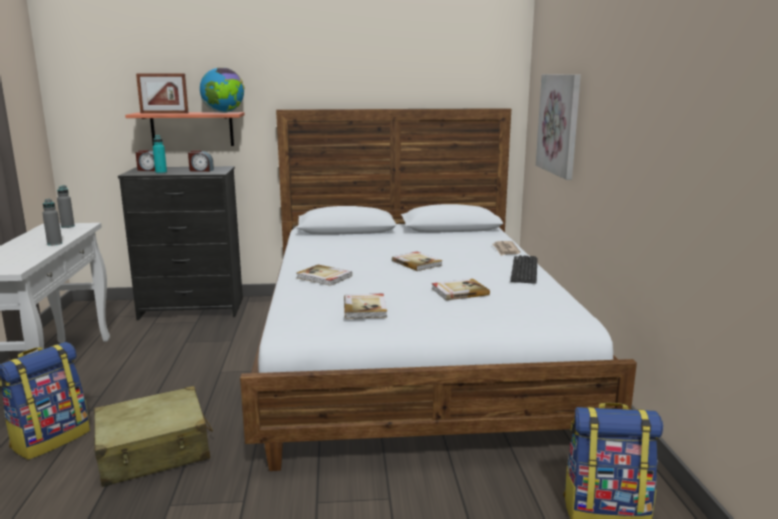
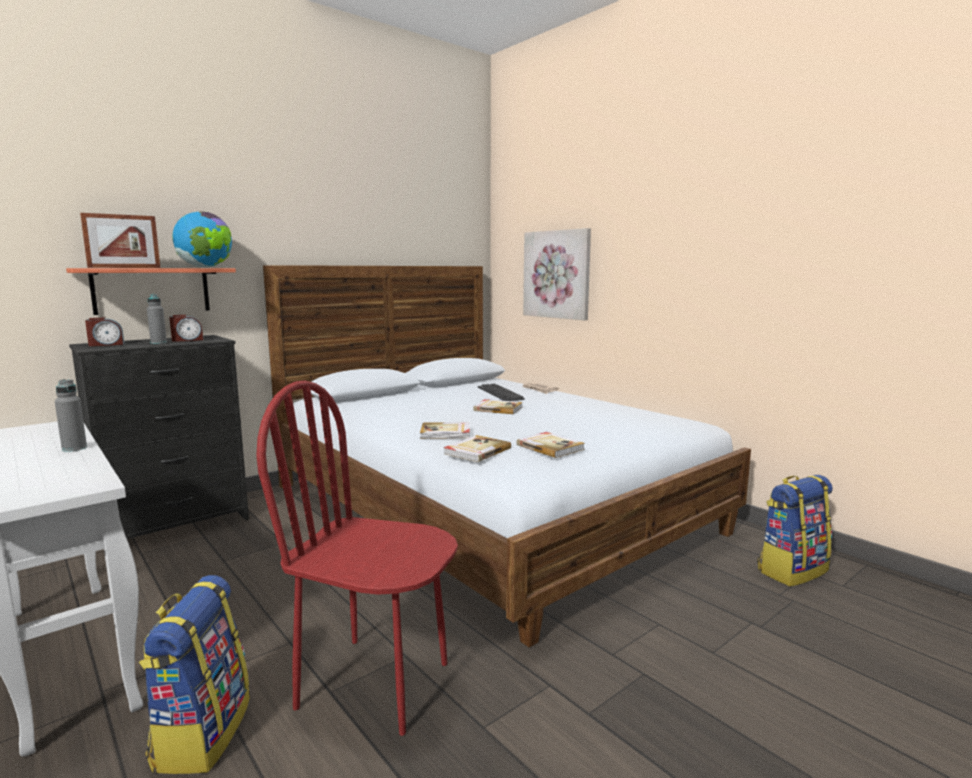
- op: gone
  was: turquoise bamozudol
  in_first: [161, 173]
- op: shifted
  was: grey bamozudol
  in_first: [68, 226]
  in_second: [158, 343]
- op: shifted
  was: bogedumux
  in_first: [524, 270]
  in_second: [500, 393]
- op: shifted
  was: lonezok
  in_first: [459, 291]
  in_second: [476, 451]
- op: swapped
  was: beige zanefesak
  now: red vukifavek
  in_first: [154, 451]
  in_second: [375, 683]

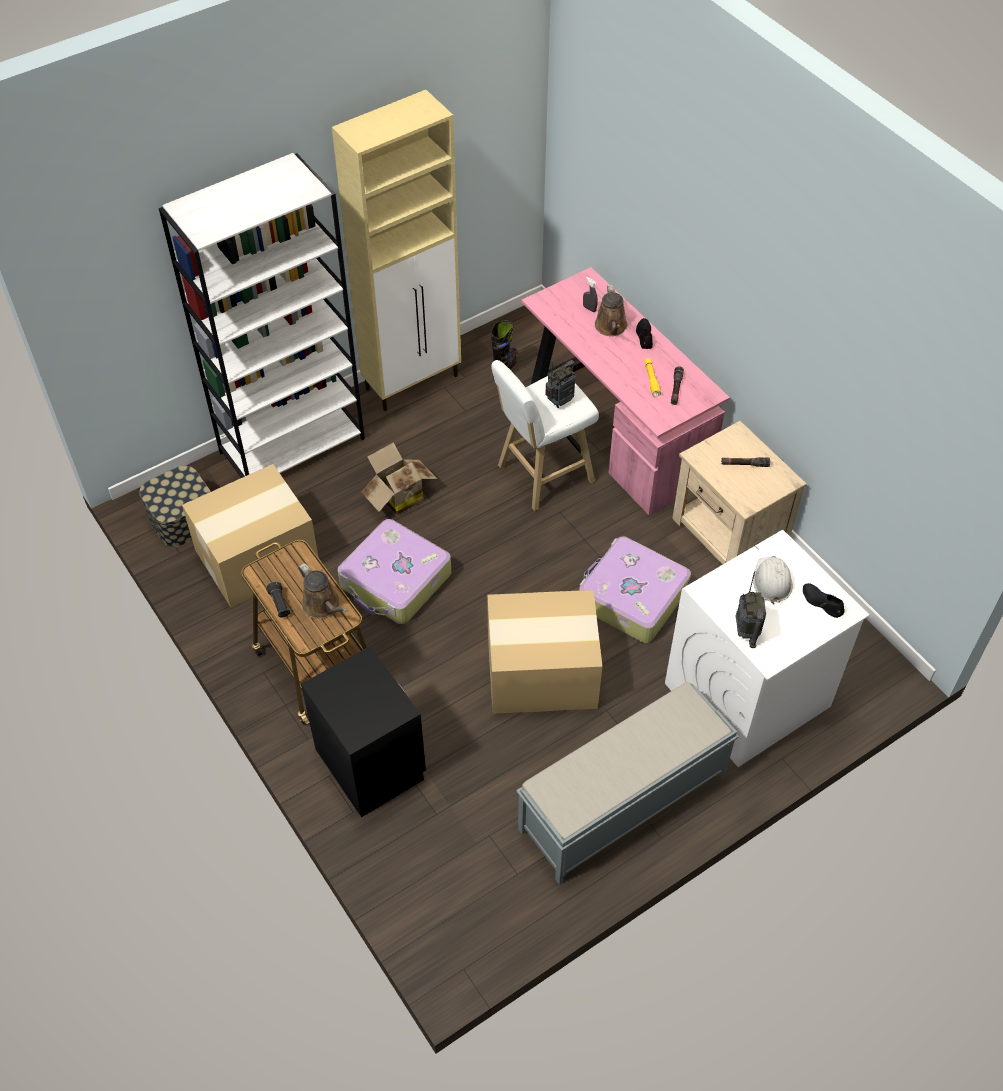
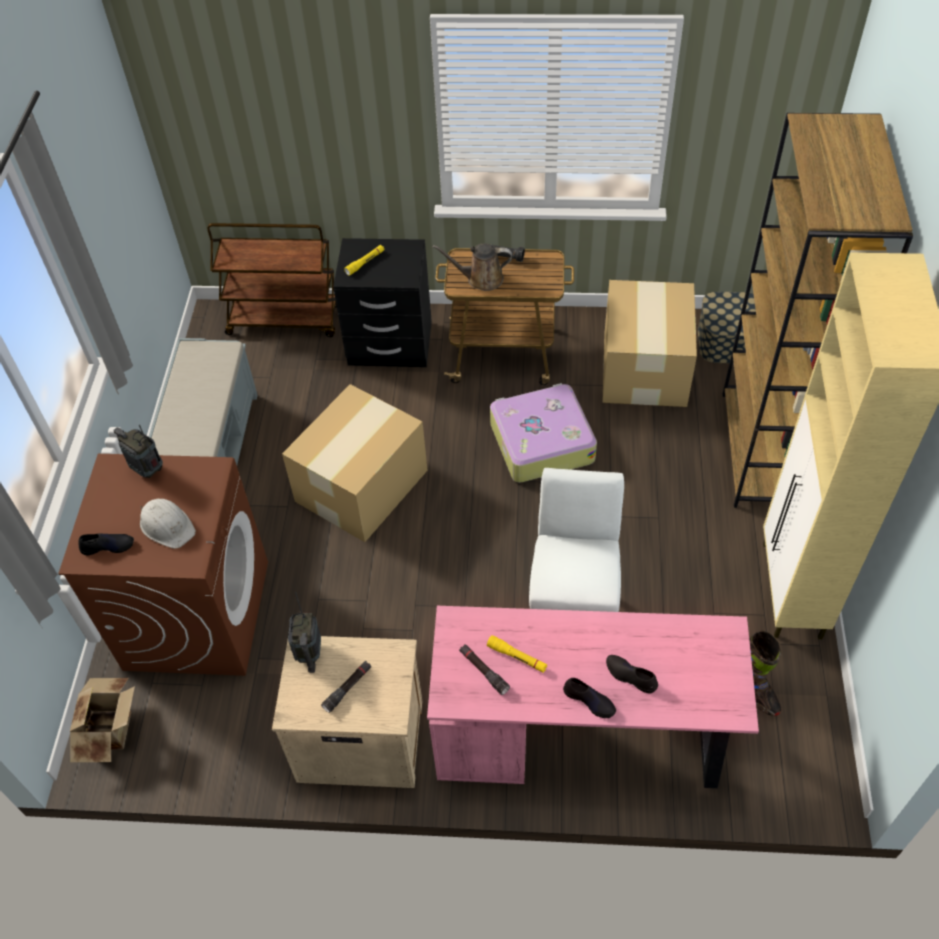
- op: repainted
  was: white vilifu
  now: brown vilifu
  in_first: [293, 445]
  in_second: [766, 450]
- op: gone
  was: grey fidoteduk
  in_first: [589, 308]
- op: swapped
  was: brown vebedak
  now: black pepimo
  in_first: [611, 327]
  in_second: [630, 676]
- op: shifted
  was: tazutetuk
  in_first: [560, 401]
  in_second: [309, 652]
- op: shifted
  was: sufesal
  in_first: [397, 497]
  in_second: [113, 729]
- op: repainted
  was: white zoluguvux
  now: brown zoluguvux
  in_first: [746, 696]
  in_second: [197, 614]
- op: gone
  was: zanefesak
  in_first: [631, 598]
- op: new
  now: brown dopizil
  in_second: [285, 319]
- op: new
  now: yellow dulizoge
  in_second: [365, 263]

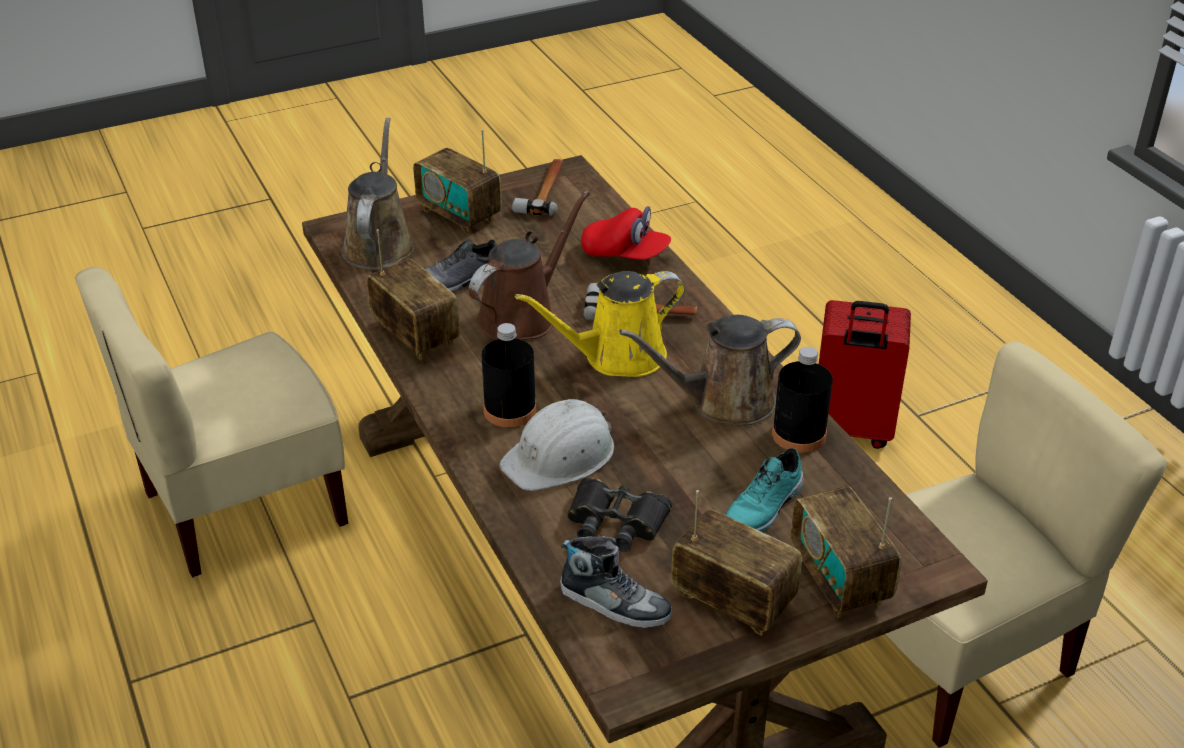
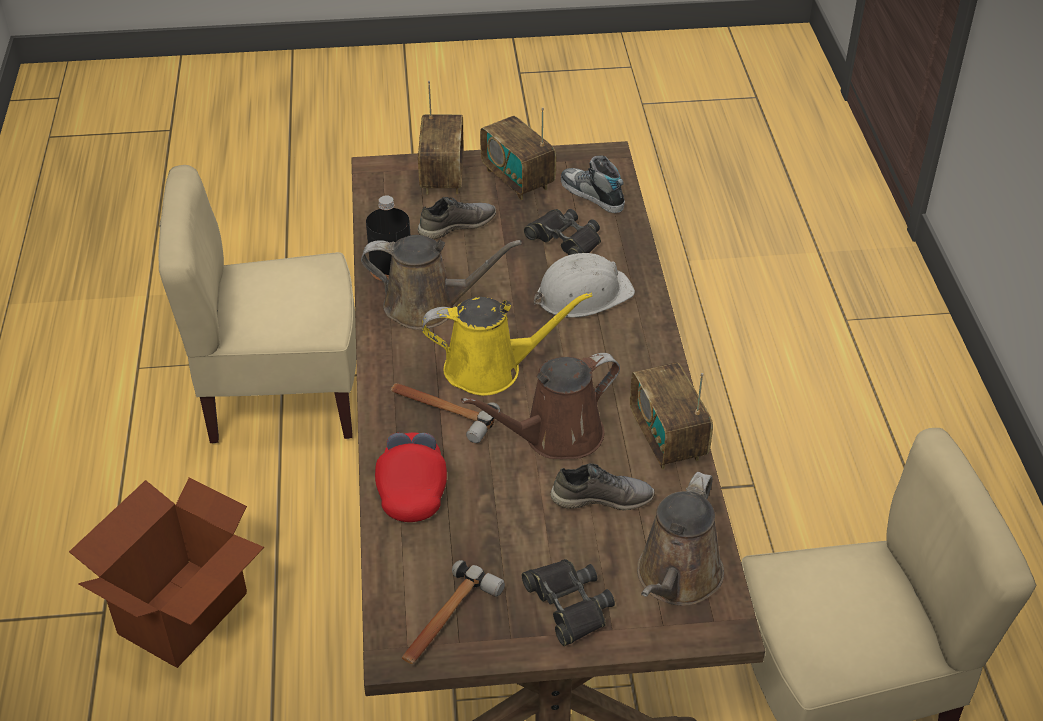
- op: swapped
  was: tazutetuk
  now: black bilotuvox
  in_first: [459, 215]
  in_second: [568, 605]
- op: rotated
  was: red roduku
  in_first: [625, 254]
  in_second: [412, 488]
  clockwise: 45
- op: swapped
  was: red zanefesak
  now: sufesal
  in_first: [850, 430]
  in_second: [185, 614]
- op: gone
  was: black bamozudol
  in_first: [510, 410]
- op: repainted
  was: turquoise pepimo
  now: grey pepimo
  in_first: [765, 508]
  in_second: [456, 225]

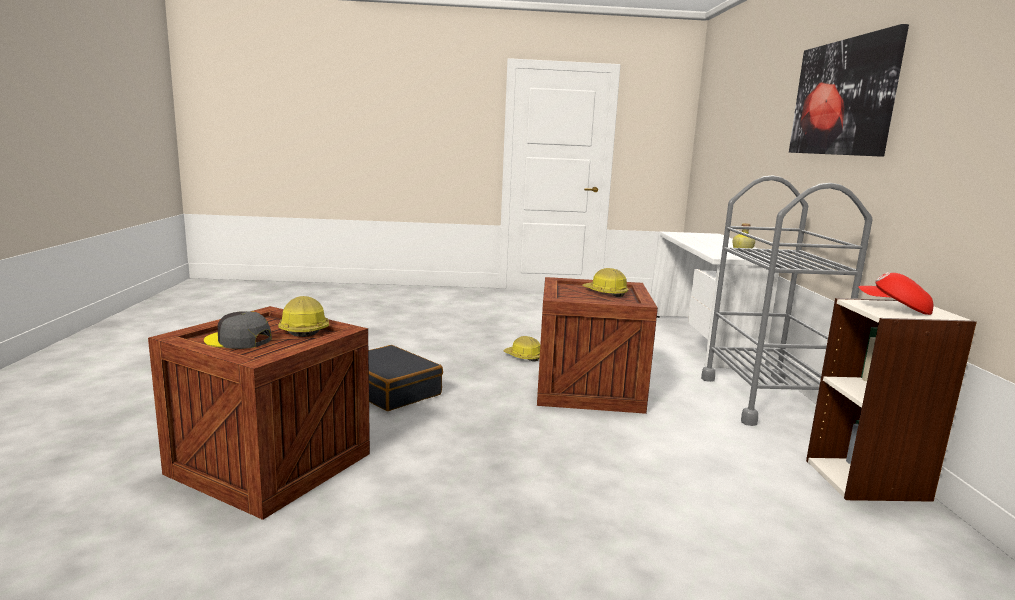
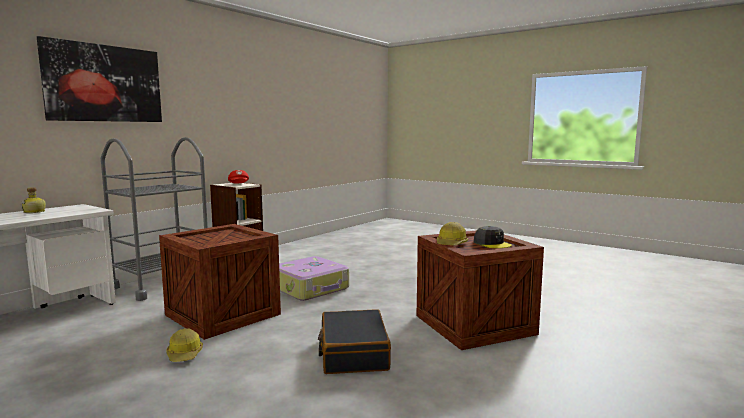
- op: gone
  was: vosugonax
  in_first: [605, 293]
- op: new
  now: zanefesak
  in_second: [311, 288]

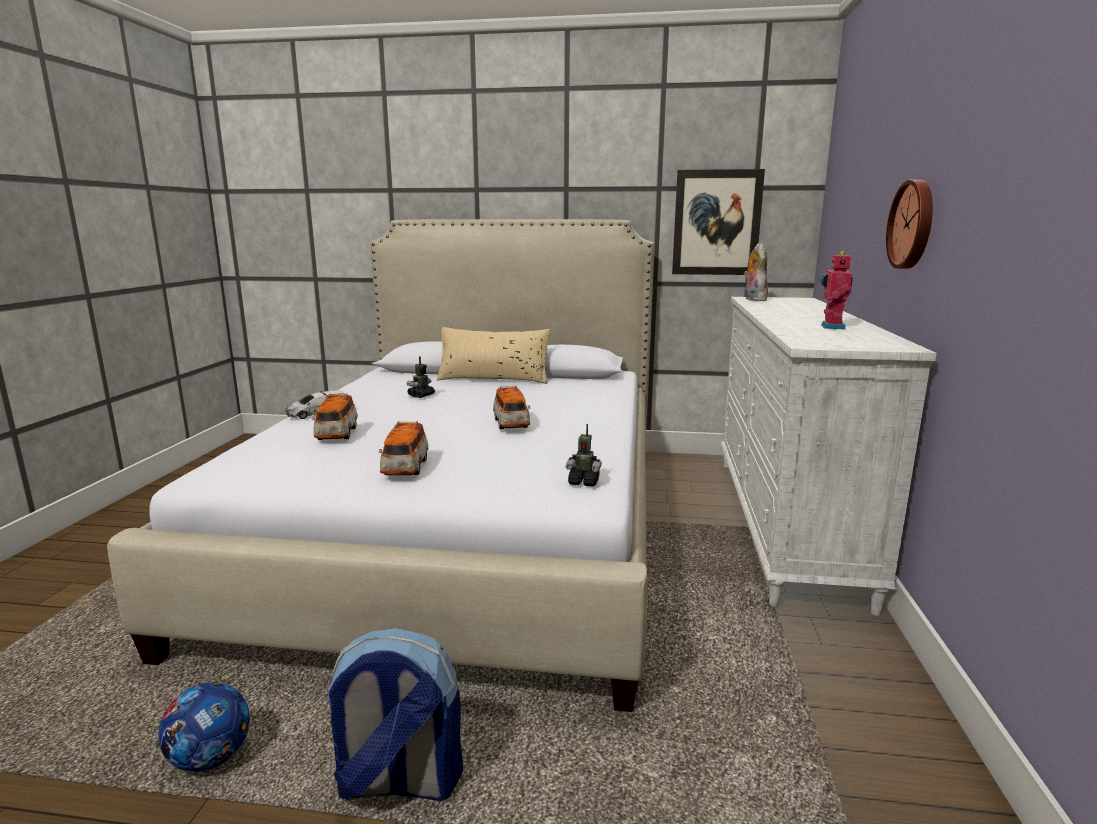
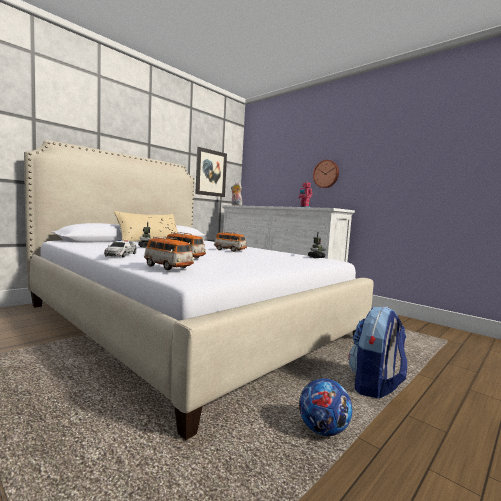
- op: shifted
  was: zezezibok
  in_first: [405, 468]
  in_second: [168, 267]

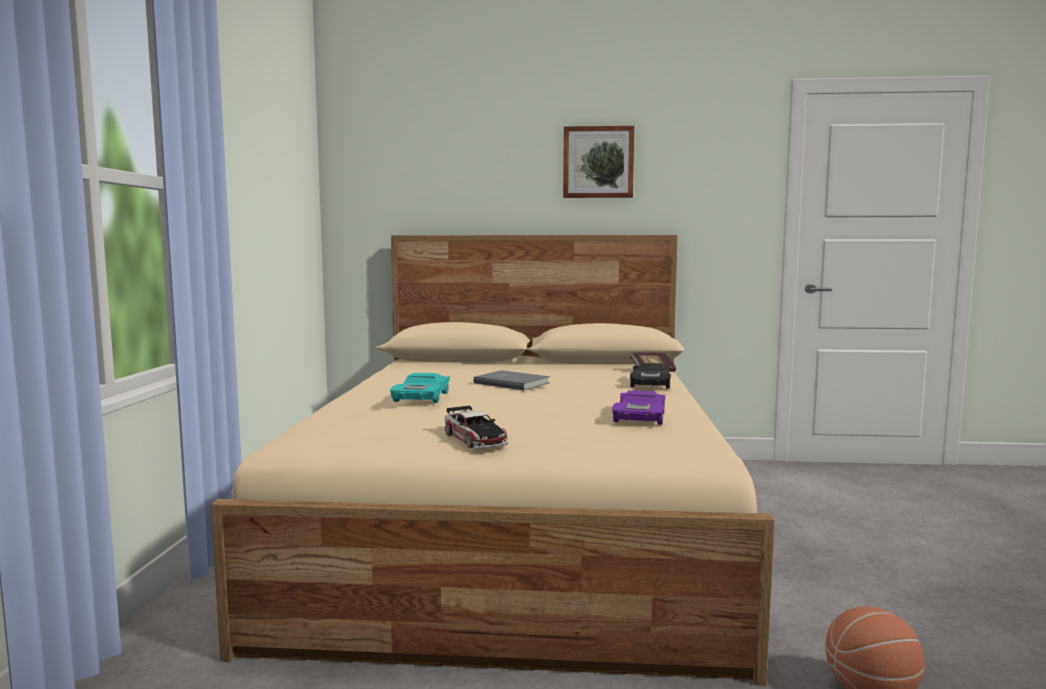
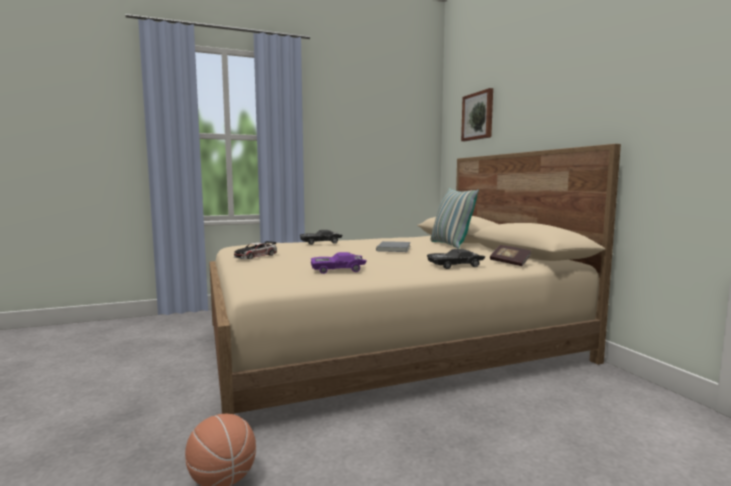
- op: shifted
  was: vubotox
  in_first: [598, 162]
  in_second: [478, 116]
- op: repainted
  was: turquoise zezezibok
  now: black zezezibok
  in_first: [422, 397]
  in_second: [320, 242]
- op: new
  now: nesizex
  in_second: [450, 245]

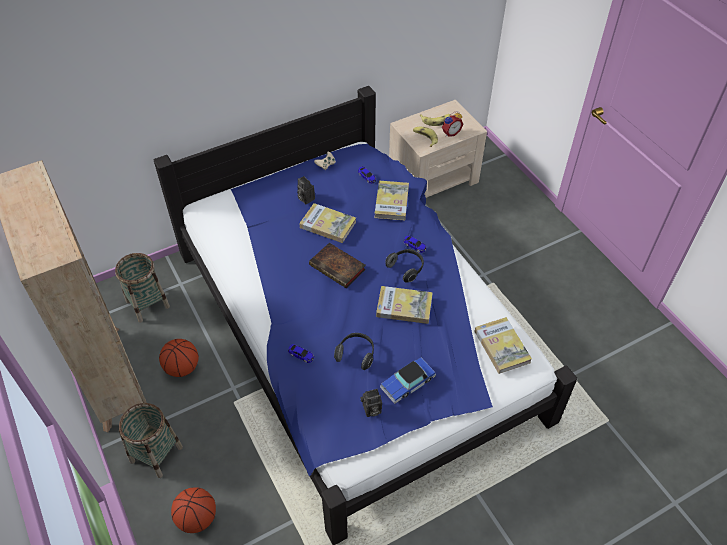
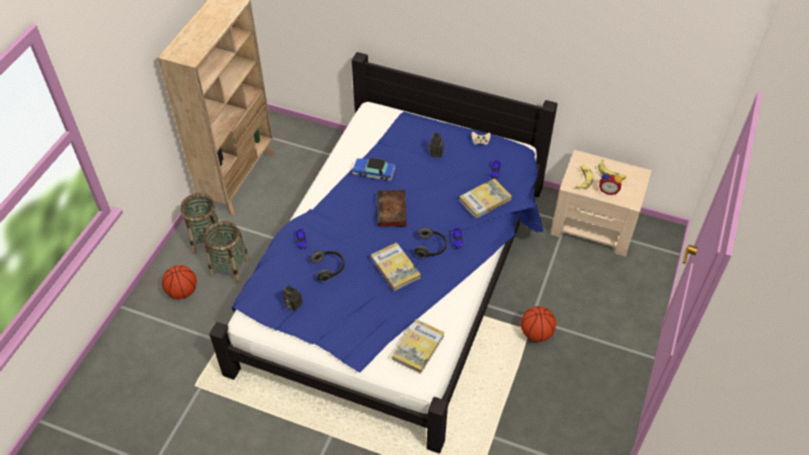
- op: gone
  was: lonezok
  in_first: [328, 225]
- op: shifted
  was: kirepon
  in_first: [147, 304]
  in_second: [230, 268]
- op: shifted
  was: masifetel
  in_first: [182, 368]
  in_second: [536, 333]
- op: shifted
  was: zezezibok
  in_first: [407, 383]
  in_second: [373, 172]

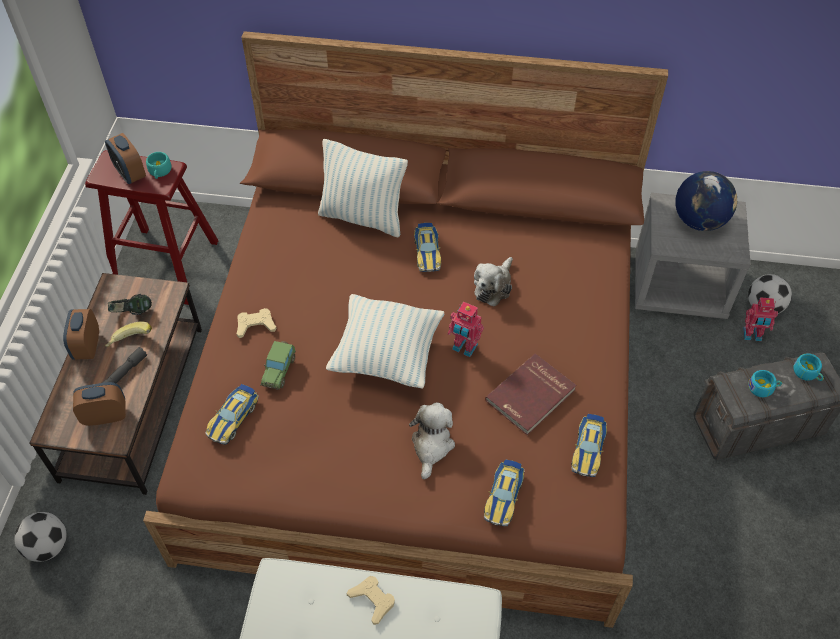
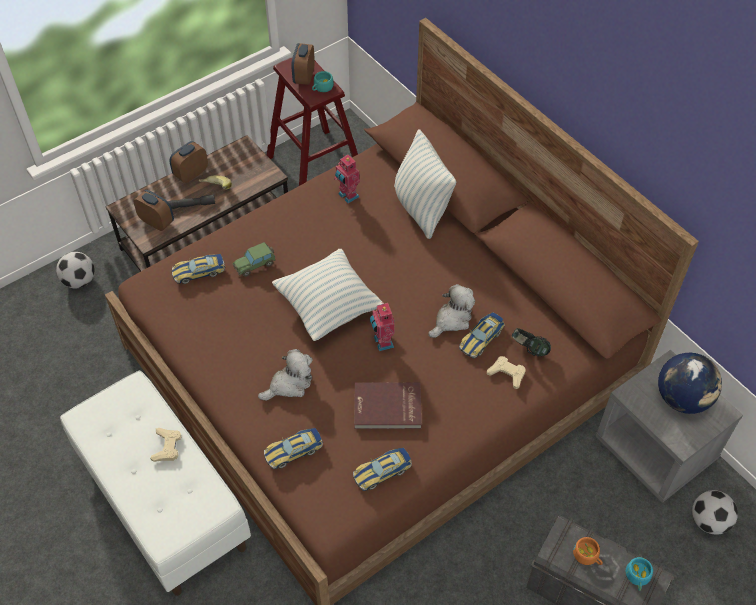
- op: shifted
  was: zezezibok
  in_first: [427, 252]
  in_second: [481, 338]
- op: rotated
  was: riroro
  in_first: [493, 286]
  in_second: [452, 319]
  clockwise: 150
- op: shifted
  was: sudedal
  in_first: [132, 313]
  in_second: [529, 349]
- op: shifted
  was: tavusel
  in_first: [752, 335]
  in_second: [347, 196]
- op: shifted
  was: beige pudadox
  in_first: [255, 325]
  in_second: [507, 374]
- op: repainted
  was: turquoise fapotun
  now: orange fapotun
  in_first: [763, 388]
  in_second: [588, 556]

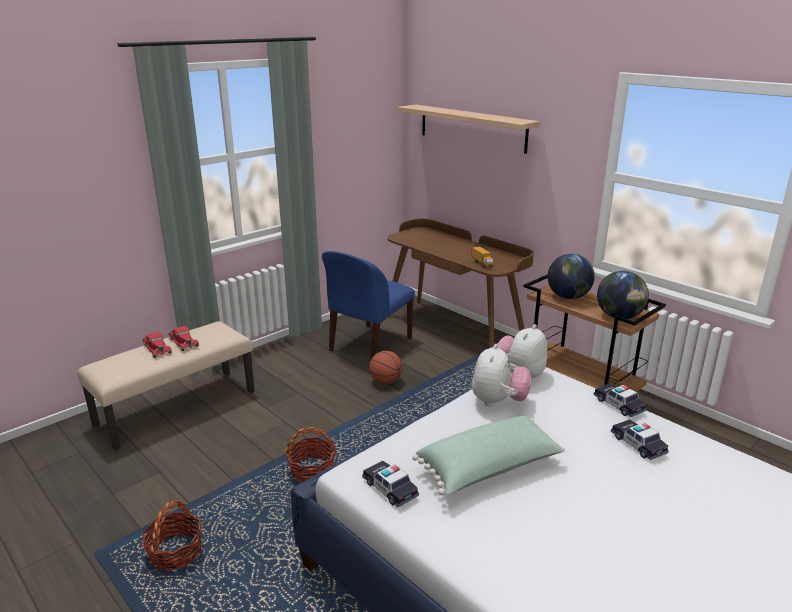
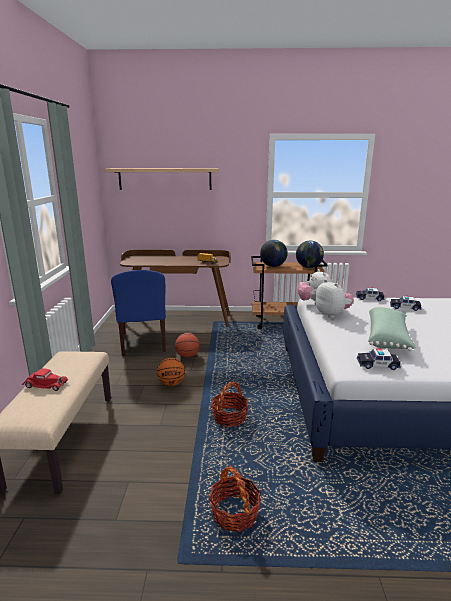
- op: gone
  was: red zezezibok
  in_first: [183, 342]
- op: new
  now: masifetel
  in_second: [171, 384]

